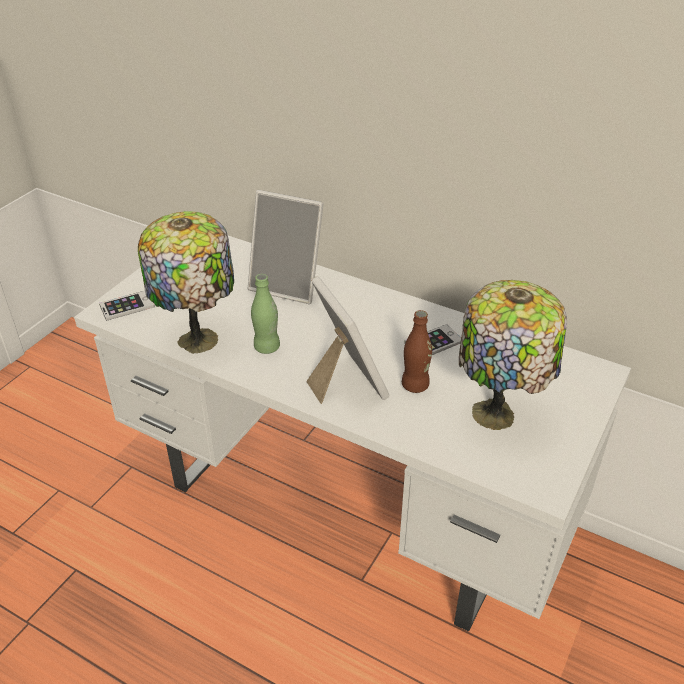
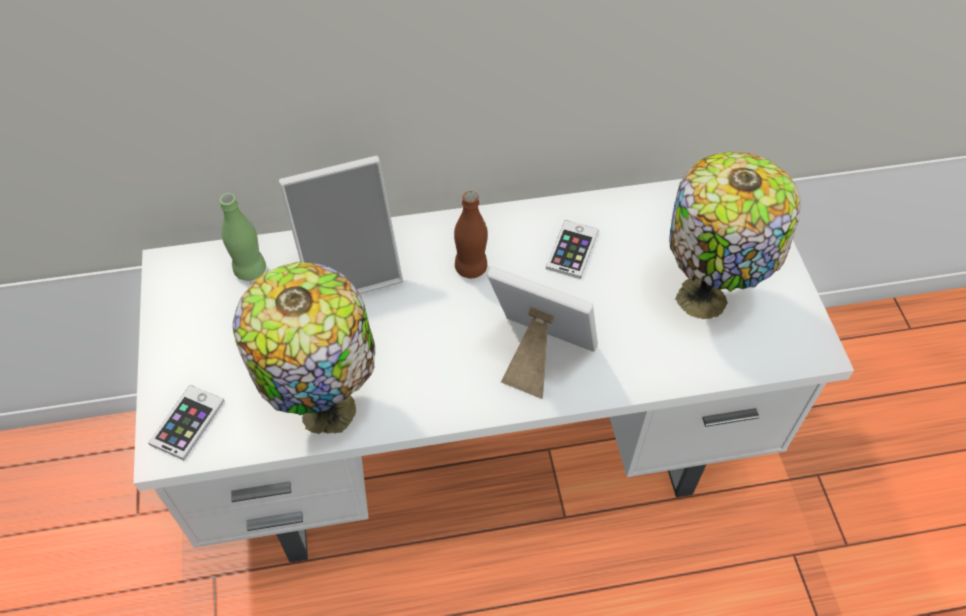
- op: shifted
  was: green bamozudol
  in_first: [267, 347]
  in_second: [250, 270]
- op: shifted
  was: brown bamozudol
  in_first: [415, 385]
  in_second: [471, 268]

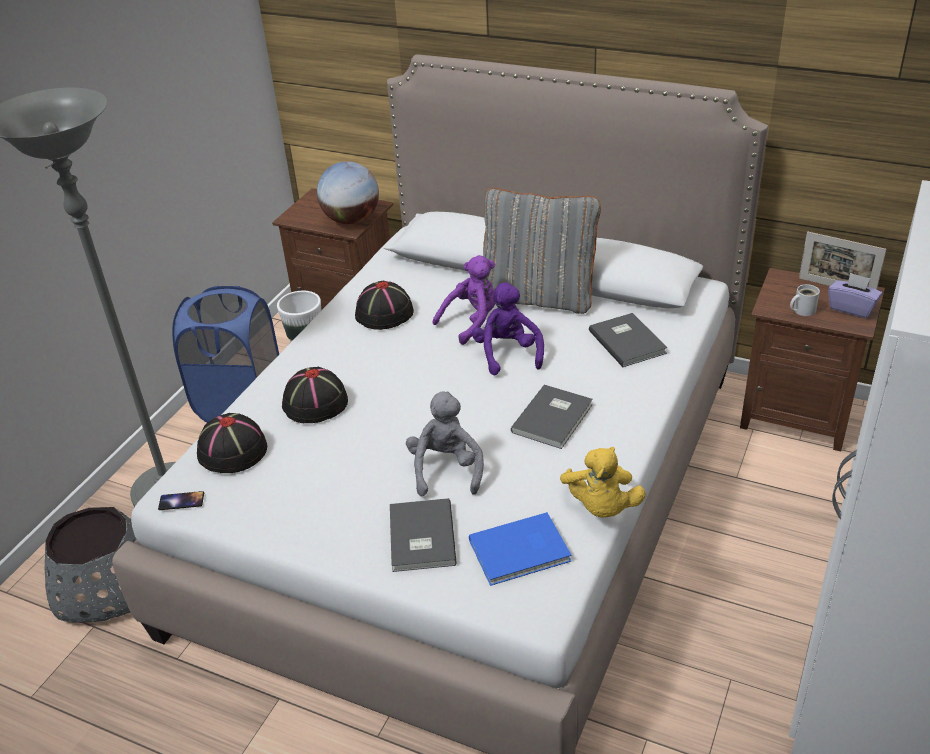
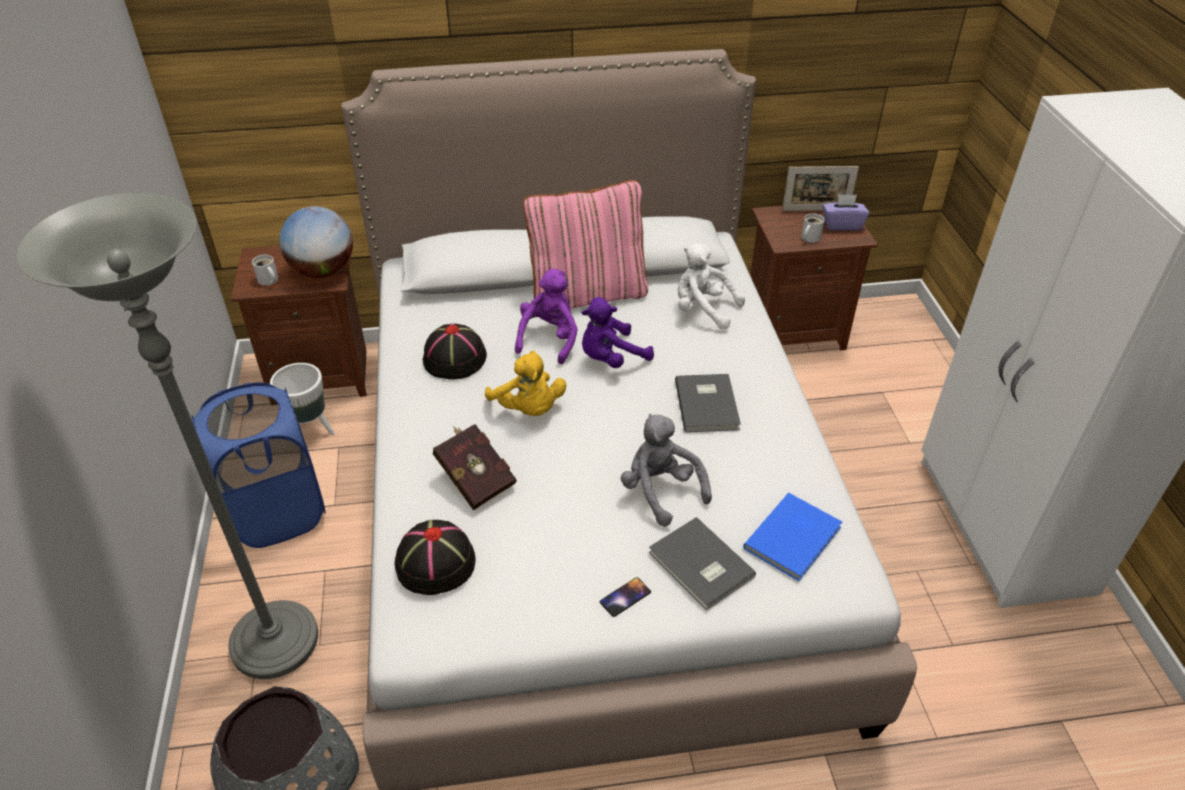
- op: repainted
  was: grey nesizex
  now: pink nesizex
  in_first: [538, 297]
  in_second: [588, 294]
- op: rotated
  was: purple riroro
  in_first: [507, 354]
  in_second: [611, 358]
  clockwise: -75
- op: swapped
  was: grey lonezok
  now: white riroro
  in_first: [628, 341]
  in_second: [703, 310]
- op: swapped
  was: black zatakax
  now: red lonezok
  in_first: [315, 403]
  in_second: [475, 477]
- op: shifted
  was: yellow riroro
  in_first: [601, 507]
  in_second: [528, 409]
- op: shifted
  was: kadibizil
  in_first: [181, 501]
  in_second: [625, 597]
- op: new
  now: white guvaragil
  in_second: [268, 280]

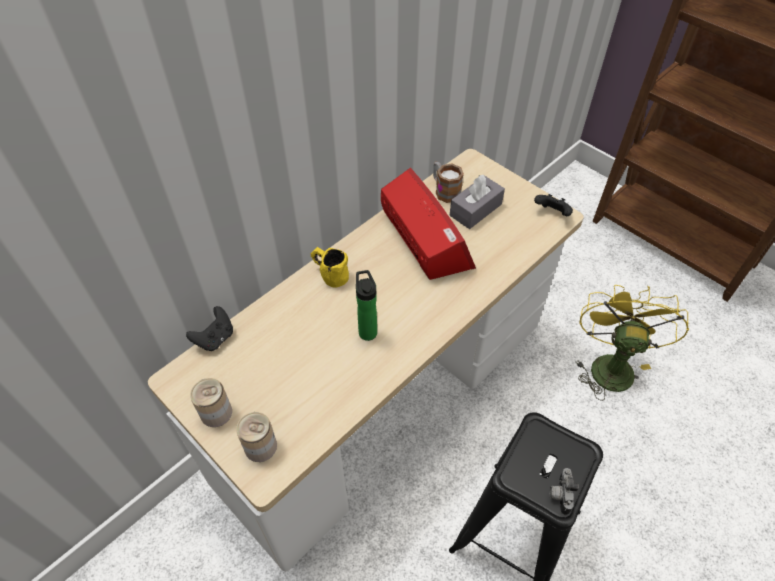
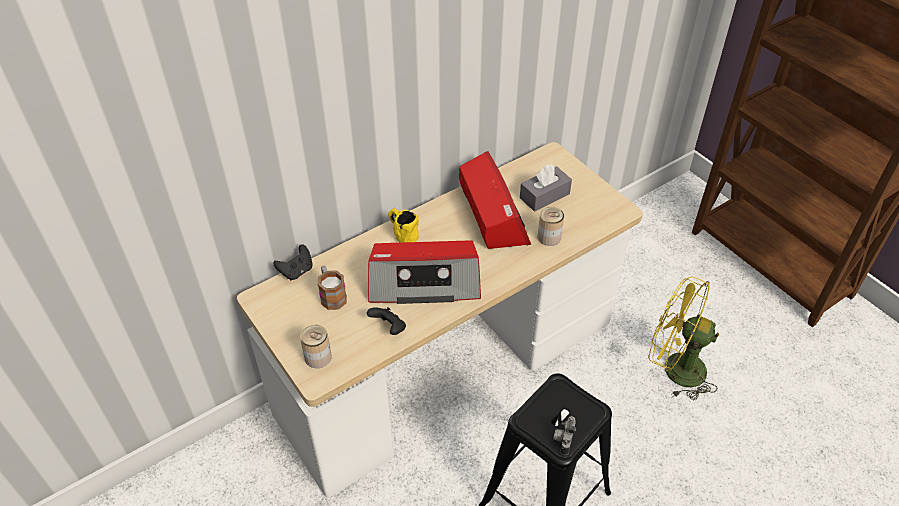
- op: shifted
  was: guvaragil
  in_first: [444, 190]
  in_second: [331, 295]
- op: shifted
  was: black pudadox
  in_first: [552, 213]
  in_second: [389, 328]
- op: swapped
  was: bamozudol
  now: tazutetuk
  in_first: [367, 330]
  in_second: [424, 282]
- op: rotated
  was: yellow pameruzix
  in_first: [610, 364]
  in_second: [674, 368]
  clockwise: -90
- op: shifted
  was: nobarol
  in_first: [216, 412]
  in_second: [549, 237]

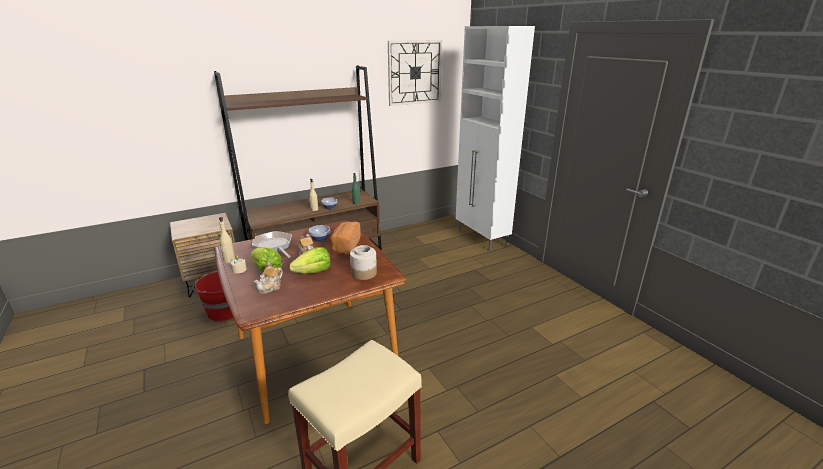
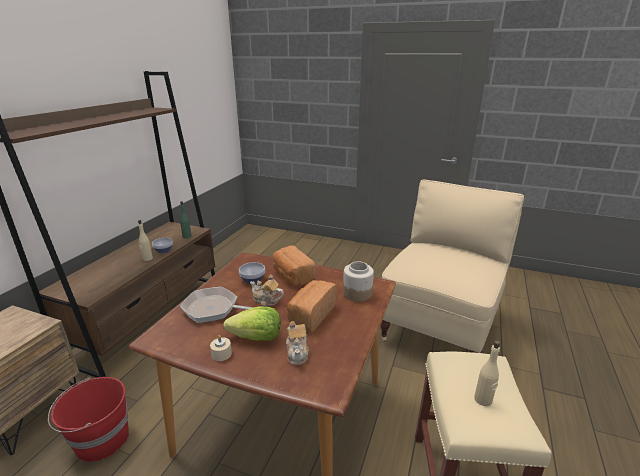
- op: gone
  was: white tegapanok
  in_first: [481, 238]
- op: gone
  was: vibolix
  in_first: [414, 72]
- op: shifted
  was: beige bamozudol
  in_first: [229, 261]
  in_second: [483, 400]
- op: swapped
  was: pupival
  now: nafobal
  in_first: [313, 272]
  in_second: [311, 315]
- op: new
  now: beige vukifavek
  in_second: [440, 326]

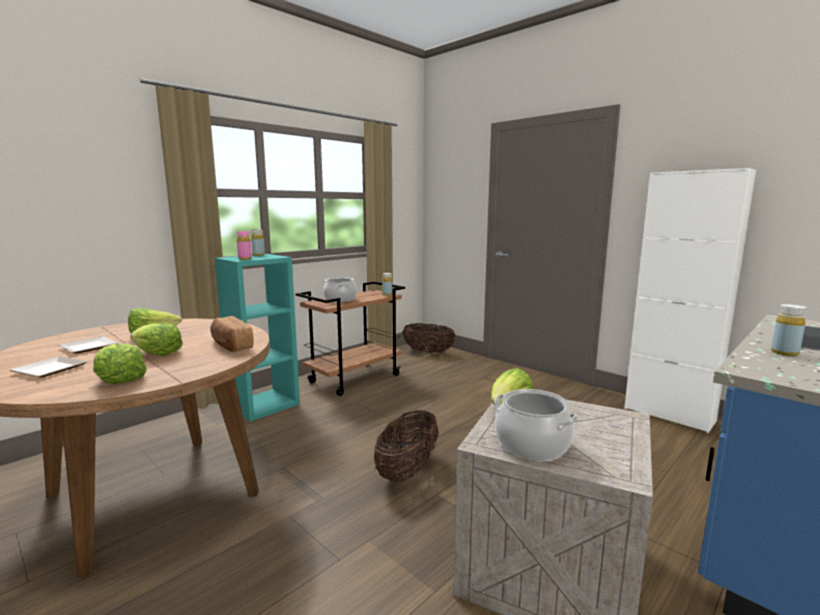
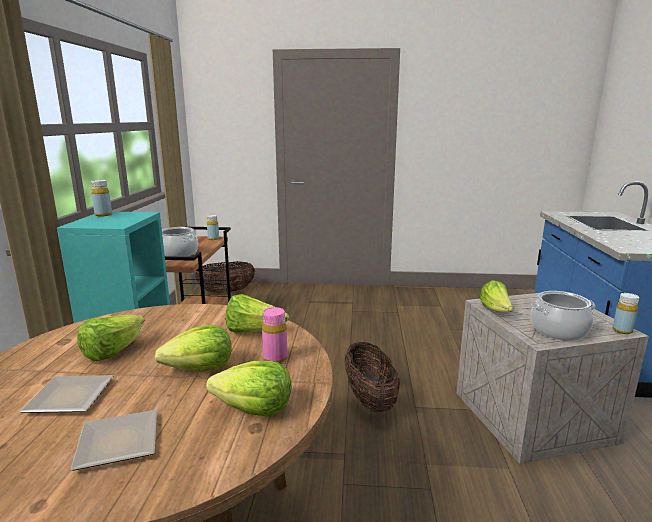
- op: gone
  was: white tegapanok
  in_first: [669, 414]
- op: shifted
  was: pink bamozudol
  in_first: [245, 259]
  in_second: [275, 358]
- op: shifted
  was: yellow bamozudol
  in_first: [784, 353]
  in_second: [622, 330]
- op: swapped
  was: nafobal
  now: pupival
  in_first: [231, 345]
  in_second: [253, 331]

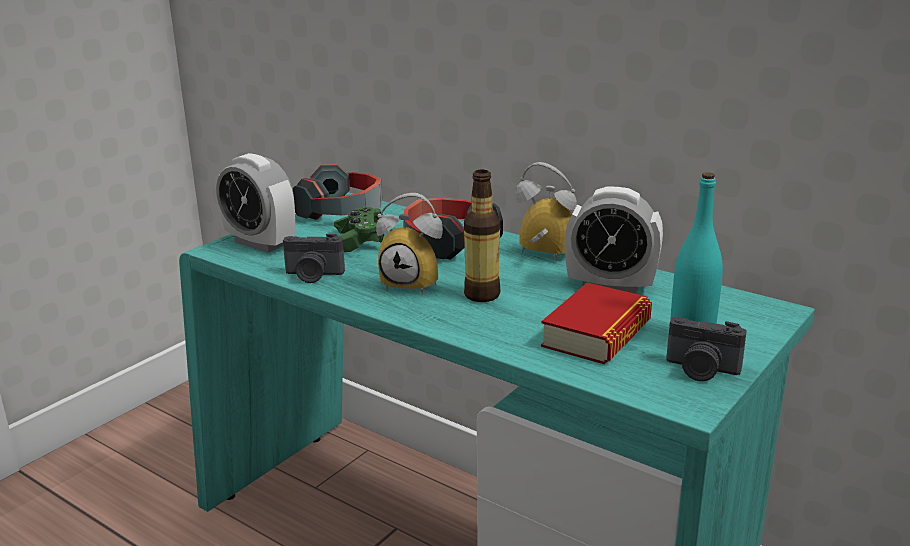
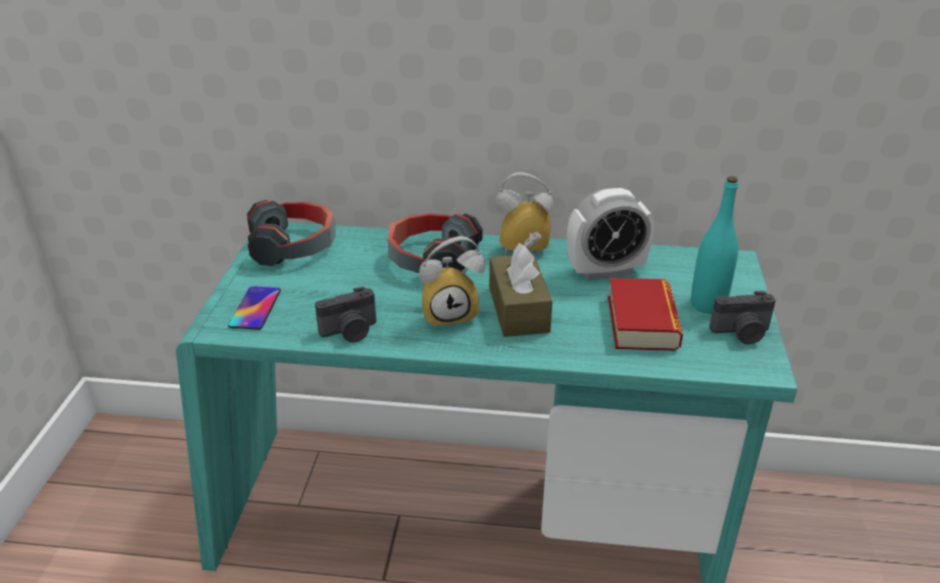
- op: swapped
  was: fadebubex
  now: kadibizil
  in_first: [260, 243]
  in_second: [255, 308]
- op: swapped
  was: bamozudol
  now: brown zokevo
  in_first: [482, 295]
  in_second: [518, 309]
- op: gone
  was: green pudadox
  in_first: [359, 240]

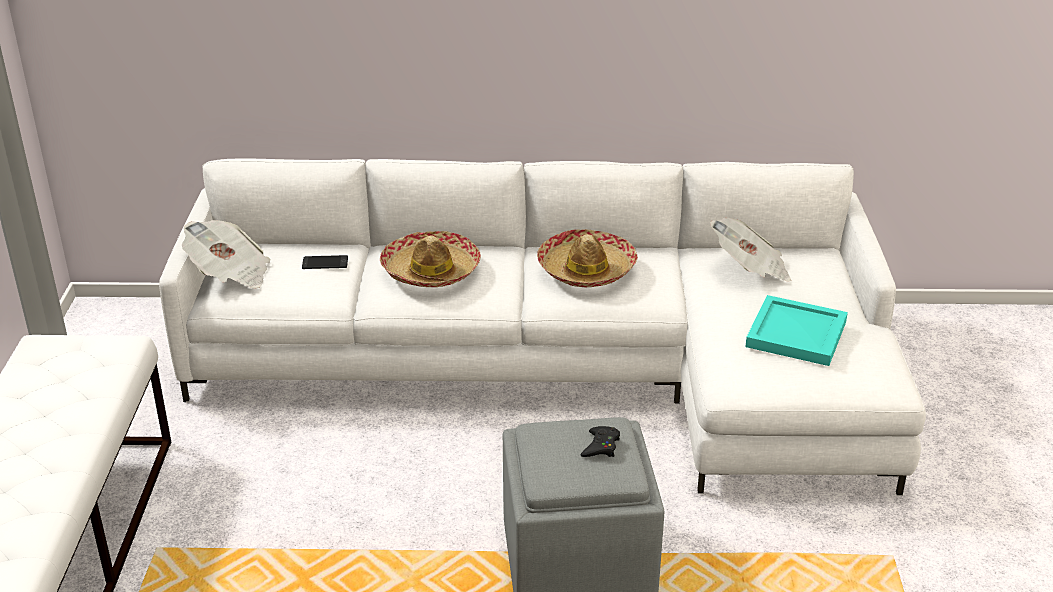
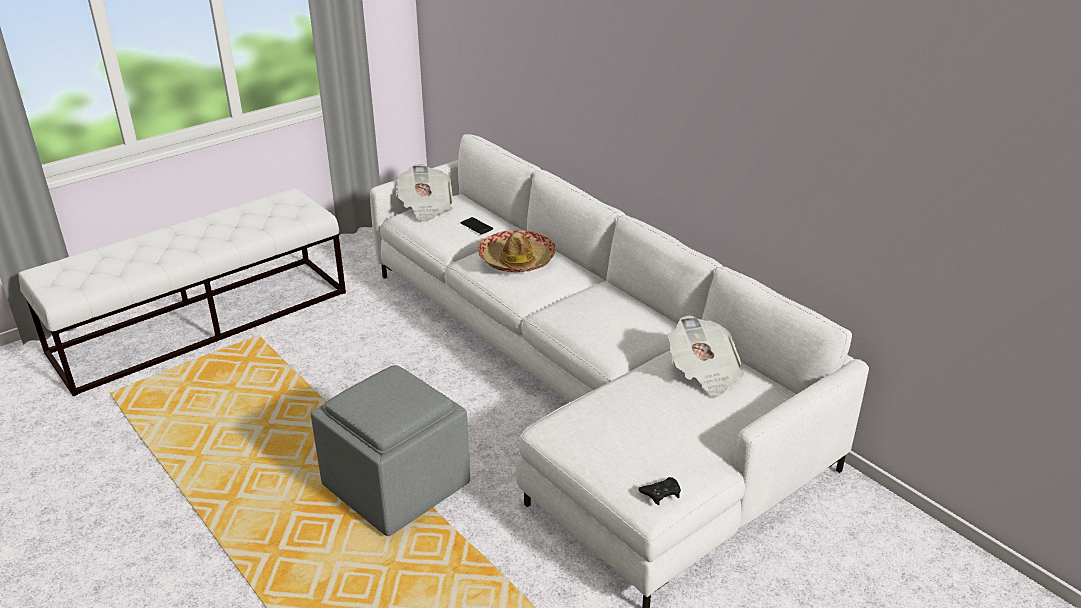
- op: gone
  was: zatakax
  in_first: [586, 269]
- op: gone
  was: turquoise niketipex
  in_first: [798, 334]
- op: shifted
  was: black pudadox
  in_first: [601, 446]
  in_second: [661, 493]

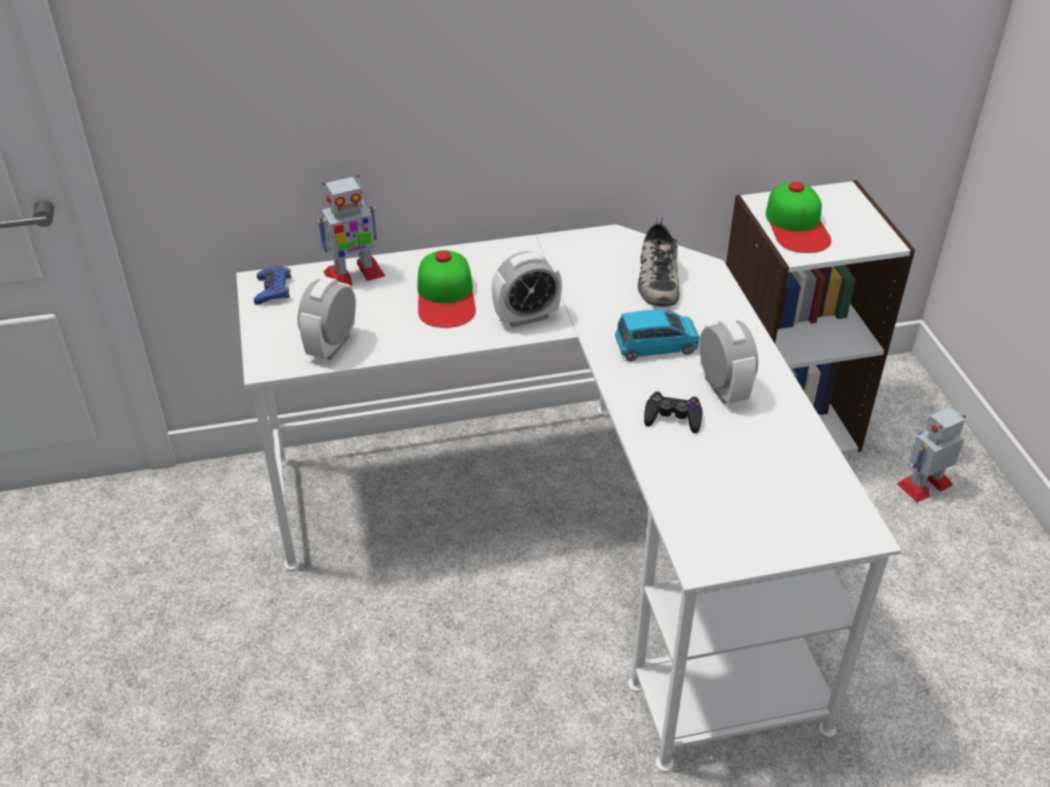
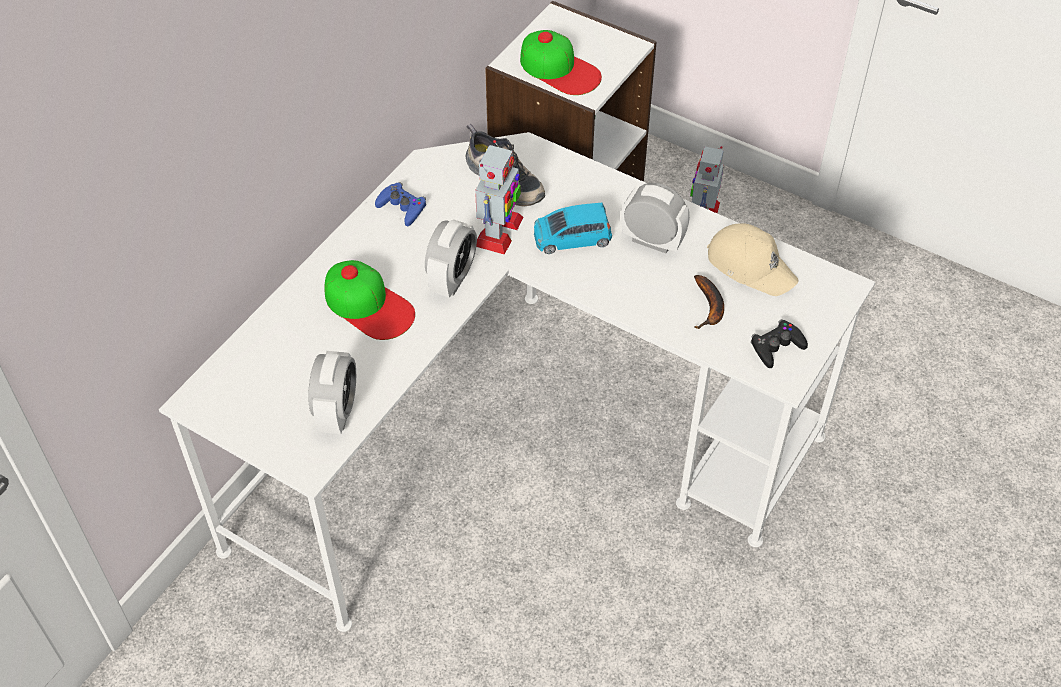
- op: shifted
  was: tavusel
  in_first: [353, 274]
  in_second: [498, 232]
- op: shifted
  was: blue pudadox
  in_first: [273, 290]
  in_second: [402, 207]
- op: rotated
  was: fadebubex
  in_first: [332, 345]
  in_second: [337, 412]
  clockwise: -150
- op: rotated
  was: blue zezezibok
  in_first: [656, 347]
  in_second: [572, 239]
  clockwise: -135
- op: shifted
  was: black pudadox
  in_first: [673, 417]
  in_second: [776, 347]
- op: new
  now: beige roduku
  in_second: [750, 266]
- op: new
  now: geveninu
  in_second: [710, 307]

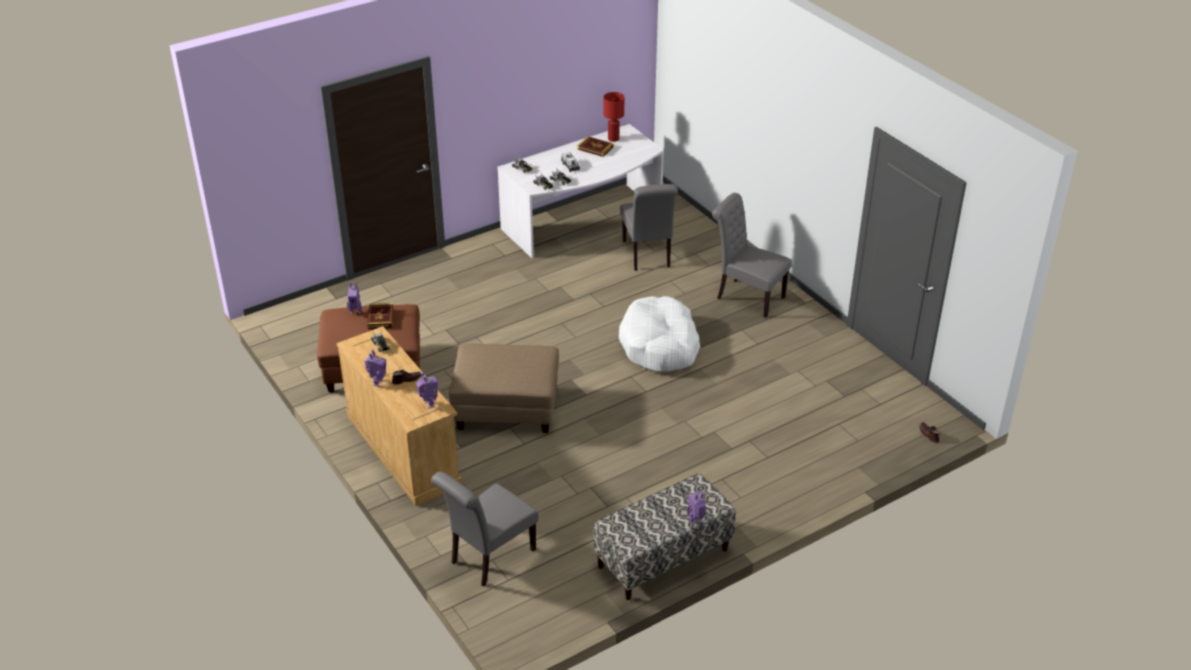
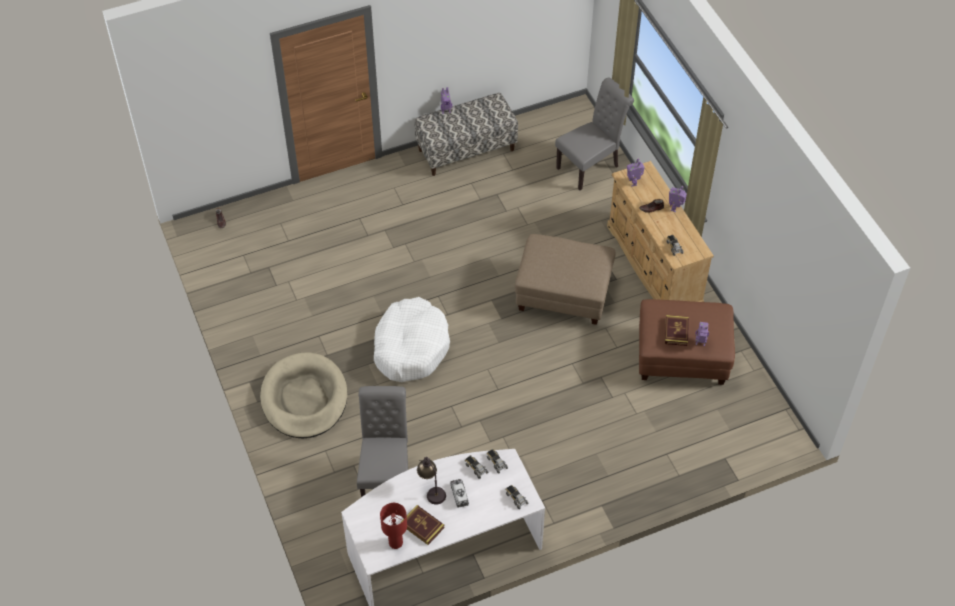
- op: swapped
  was: grey vukifavek
  now: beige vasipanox
  in_first: [746, 296]
  in_second: [304, 398]
- op: new
  now: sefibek
  in_second: [431, 490]

